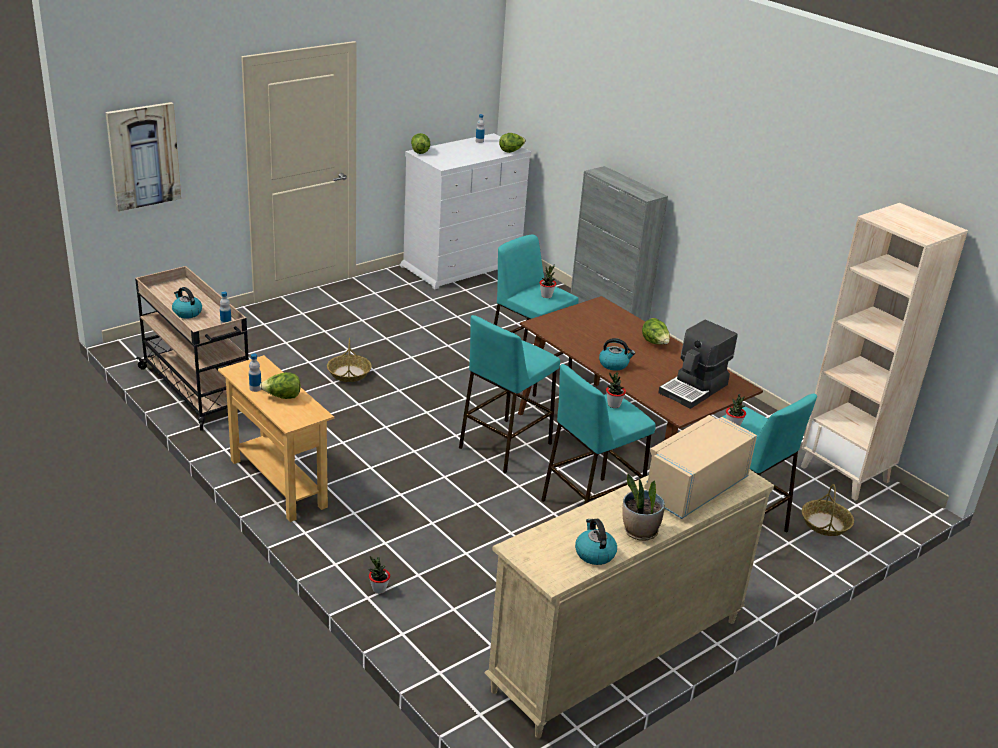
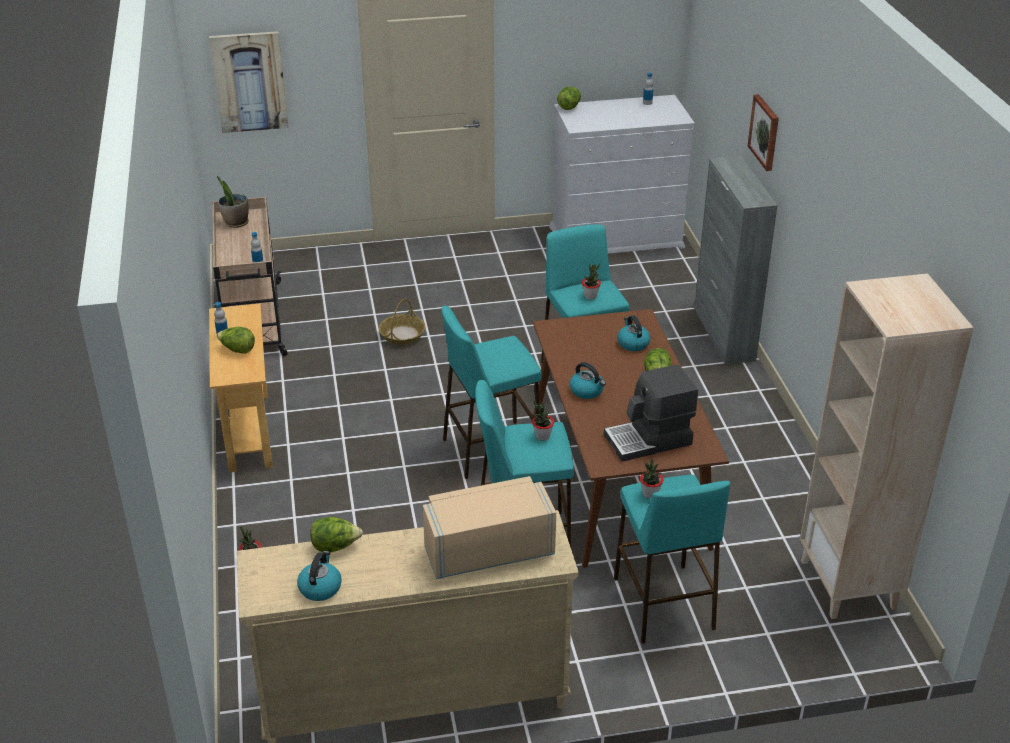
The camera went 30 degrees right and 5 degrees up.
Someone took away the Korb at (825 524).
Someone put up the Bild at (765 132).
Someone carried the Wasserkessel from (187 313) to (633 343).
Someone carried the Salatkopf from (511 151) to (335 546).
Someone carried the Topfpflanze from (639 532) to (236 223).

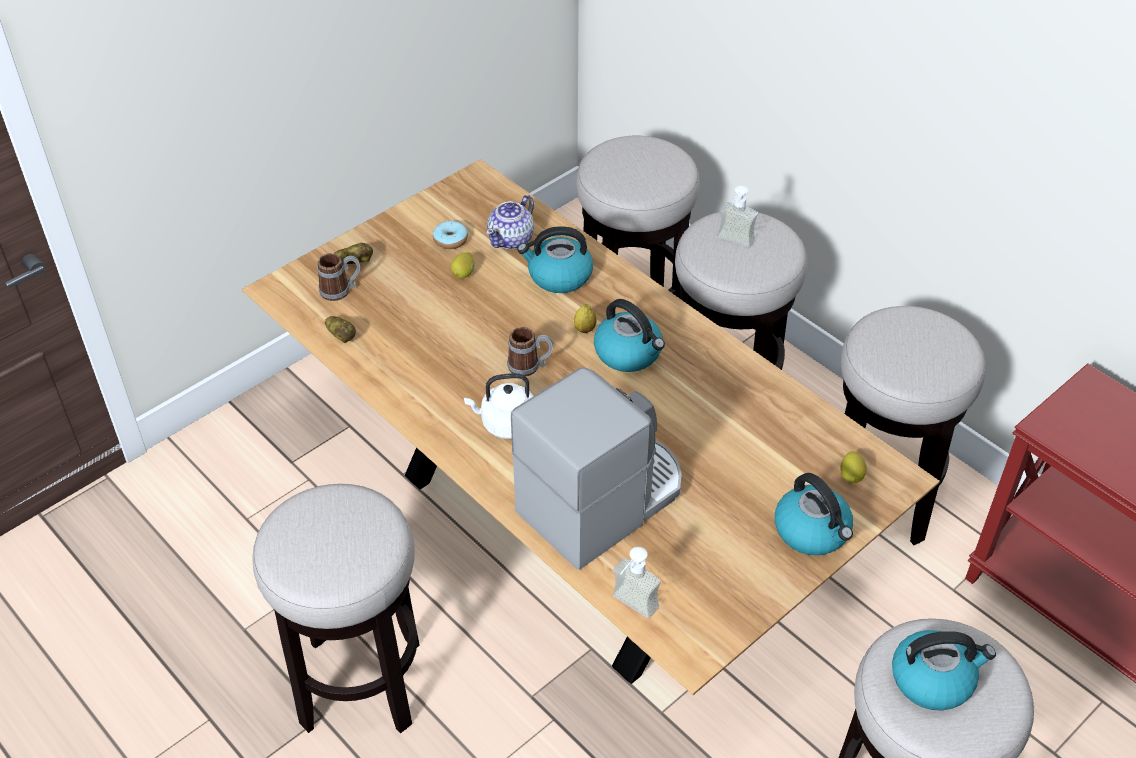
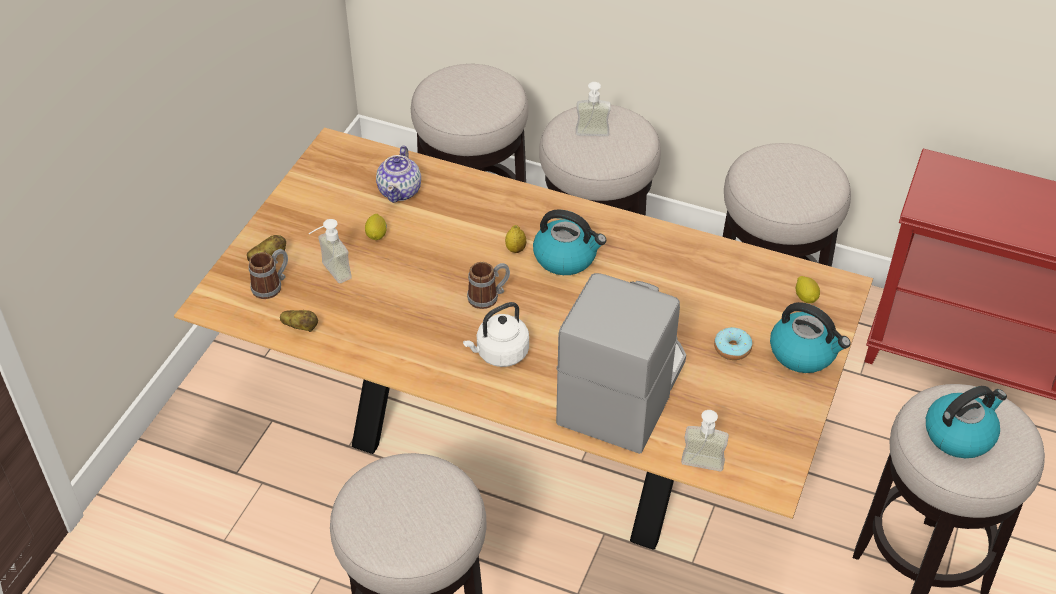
The camera went 25 degrees left and 0 degrees up.
Someone took away the Wasserkessel at (558 276).
Someone put down the Seifenspender at (330 274).
Someone carried the Donut from (450 240) to (732 348).

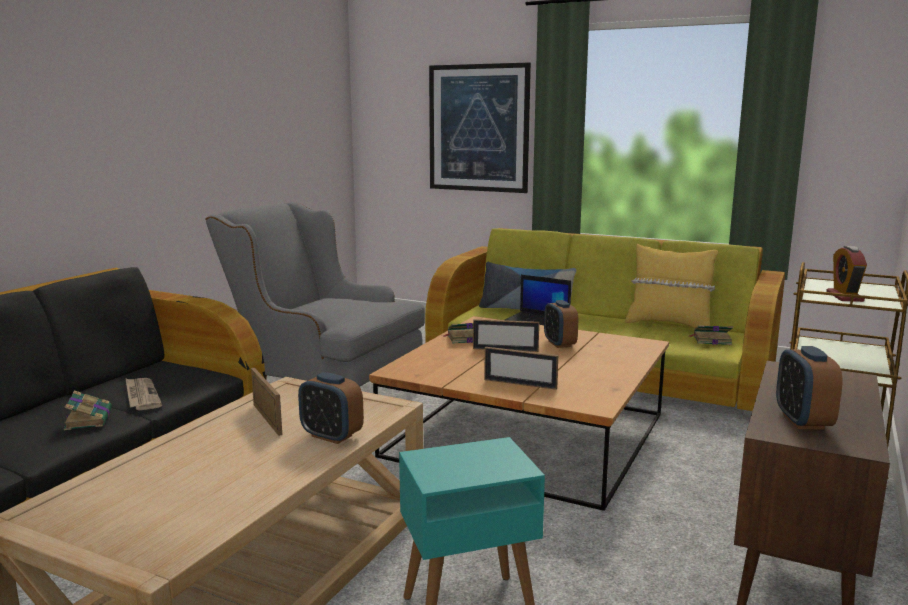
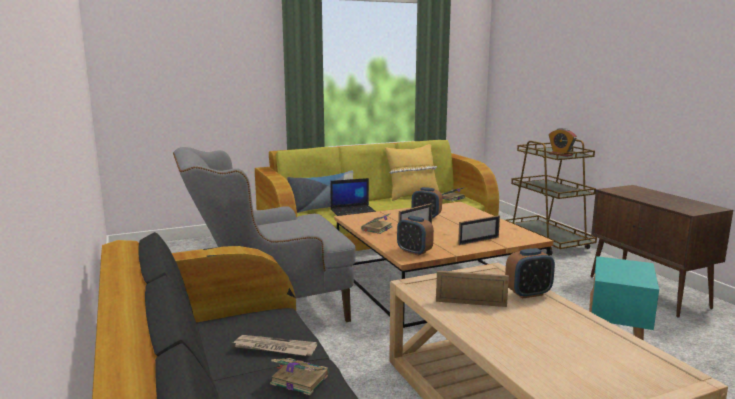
The camera went 50 degrees left and 0 degrees up.
Someone took away the Bild at (478 128).
Someone carried the Wecker from (802 421) to (414 251).

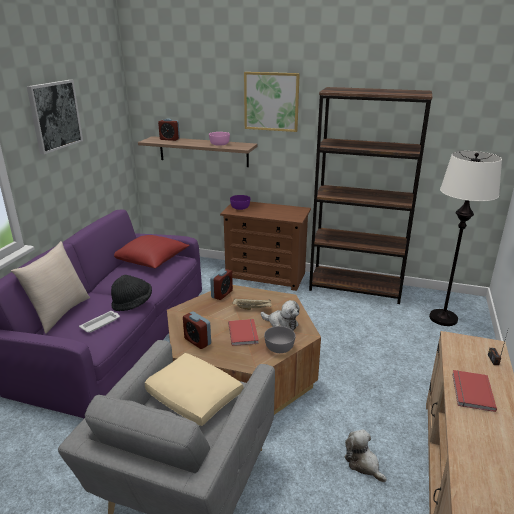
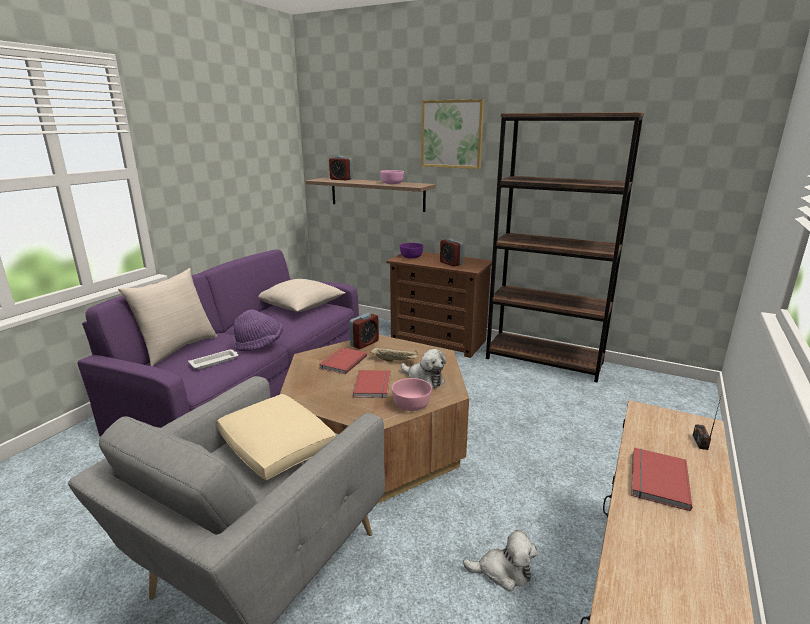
The camera went 10 degrees right and 5 degrees down.
Someone took away the Bild at (55 115).
Someone took away the Stehlampe [weiß] at (443 318).
Someone put down the Buch [rot] at (342 362).
Someone carried the Wecker from (197 341) to (450 263).
Someone repainted the Hut [schwarz] at (132 303), which became the Hut [lila] at (260 345).
Someone repainted the Kissen [rot] at (151 260), which became the Kissen [beige] at (301 306).
Someone repainted the Schüssel [grau] at (280 347), which became the Schüssel [rosa] at (412 404).
Someone rotated the Plüschtier at (363 464) by 120 degrees clockwise.

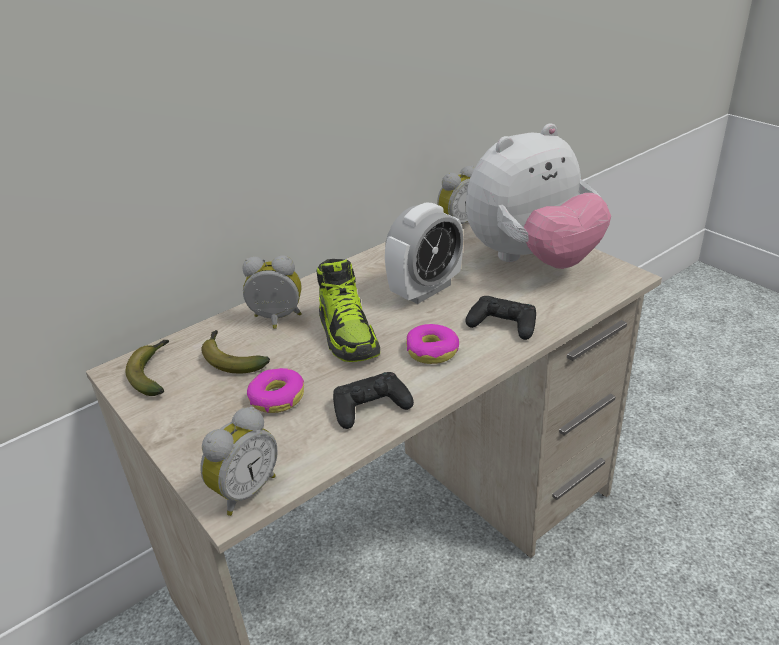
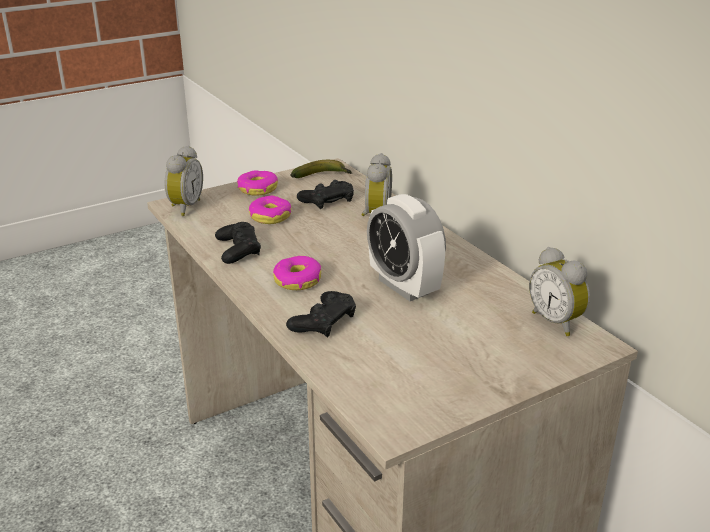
The camera went 95 degrees right and 5 degrees down.
Someone took away the Schuh at (348 335).
Someone took away the Plüschtier at (532 260).
Someone put down the Donut at (257 189).
Someone swapped the Banane at (231 359) for the Gamepad [schwarz] at (327 200).
Someone rotated the Wecker at (244 490) by 120 degrees counterclockwise.

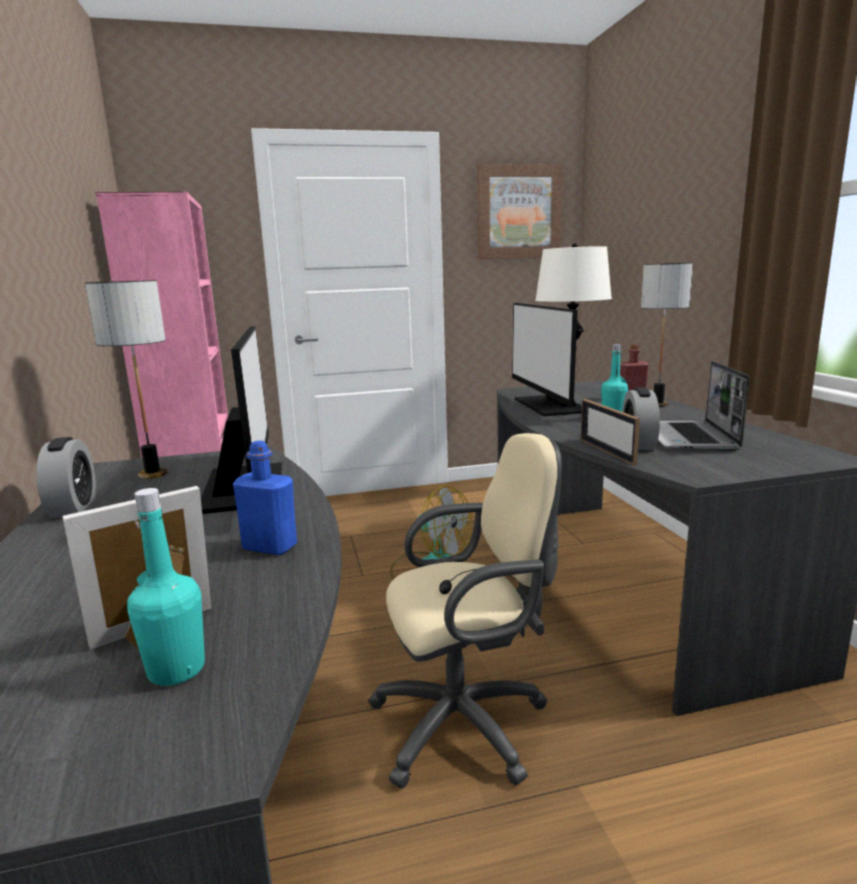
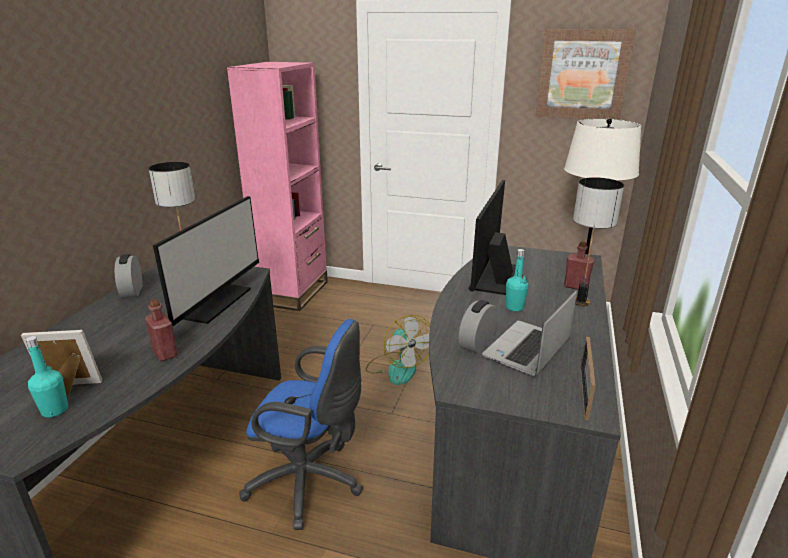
The camera went 30 degrees right and 10 degrees up.
Someone carried the Bilderrahmen from (606 451) to (584 392).
Someone repainted the Flasche [blau] at (270 547), which became the Flasche [rot] at (165 353).
Someone repainted the Bürostuhl [beige] at (469 722), which became the Bürostuhl [blau] at (310 483).
Someone rotated the Wecker at (73 507) by 150 degrees clockwise.

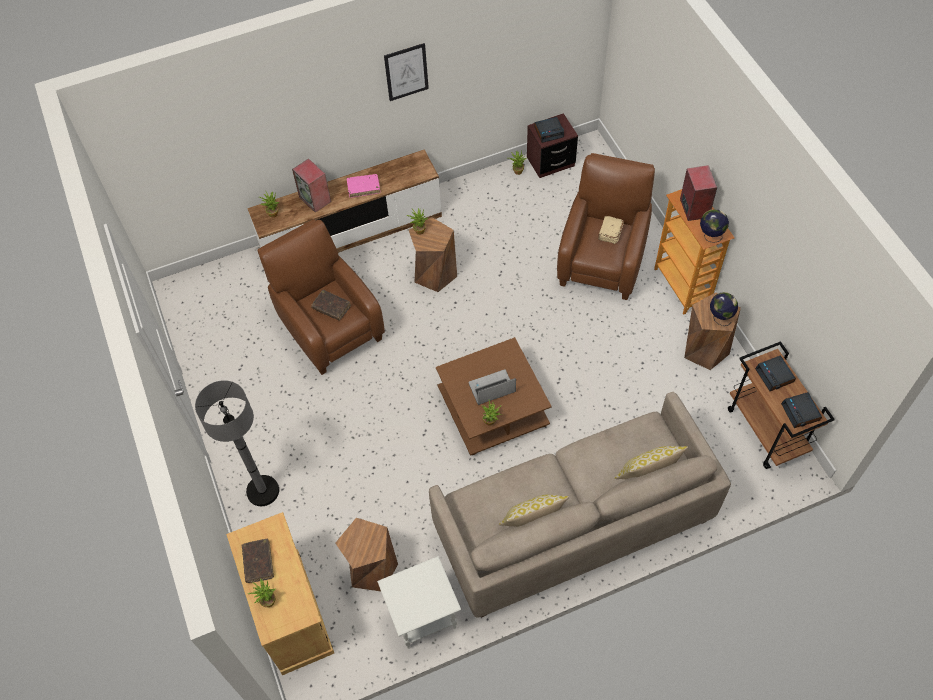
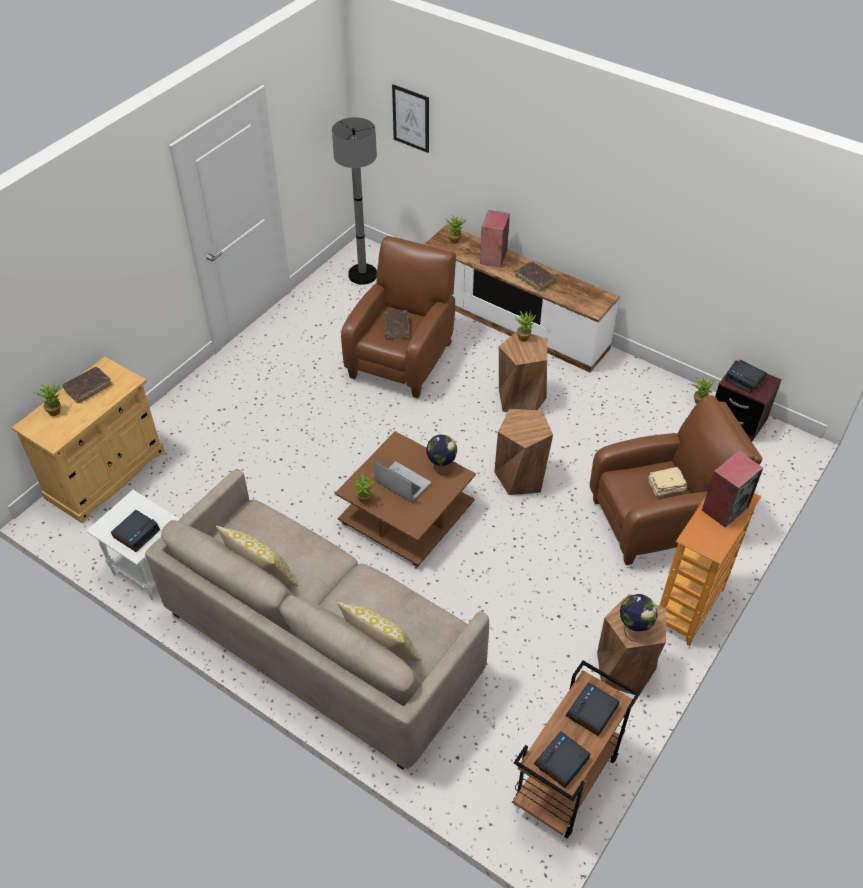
The camera went 55 degrees right and 10 degrees down.
Someone put down the Wecker at (136 533).
Someone carried the Stehlampe [grau] from (263 491) to (362 275).
Someone carried the Hocker [braun] from (371 568) to (521 476).
Someone carried the Bild from (406 72) to (411 118).
Someone carried the Globus from (710 236) to (441 465).
Someone repainted the Buch [rosa] at (363 188), which became the Buch [braun] at (535 279).

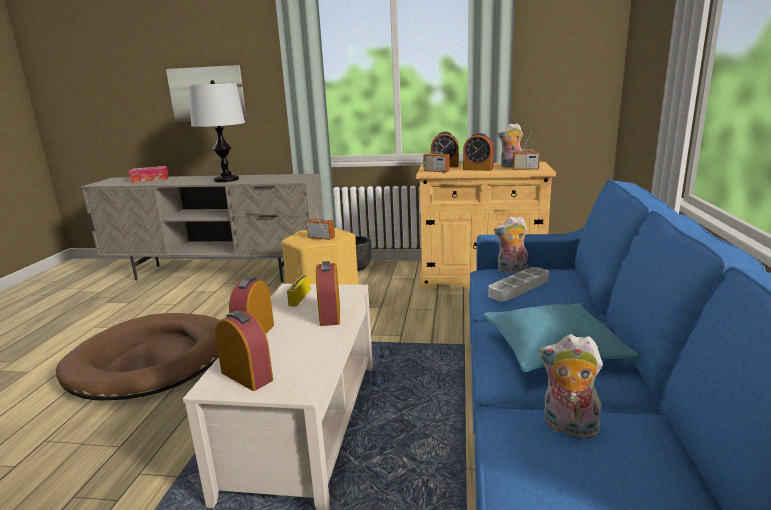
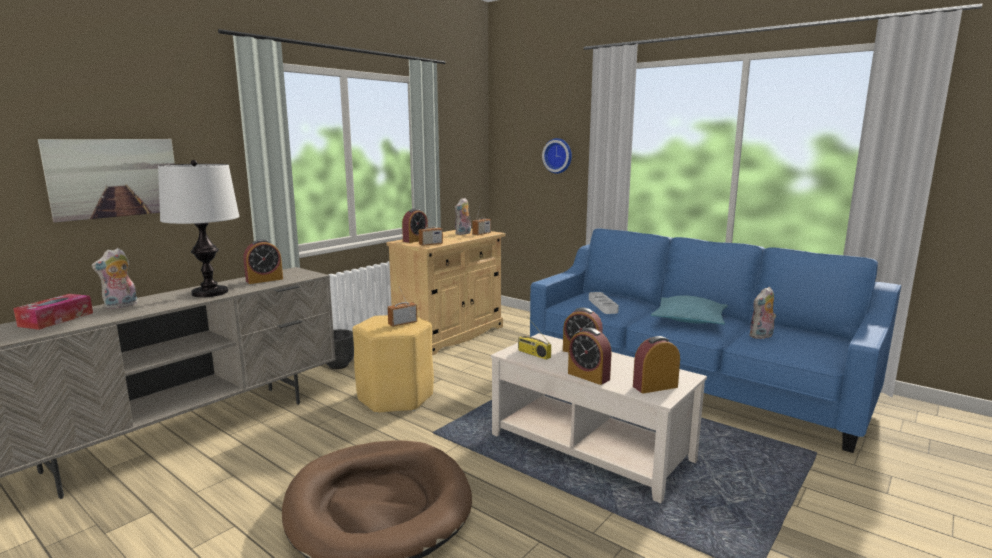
The camera went 60 degrees left and 5 degrees down.
Someone put up the Wanduhr at (558 155).
Someone carried the Wecker from (478 169) to (264 280).
Someone carried the Plüschtier from (511 271) to (121 306).

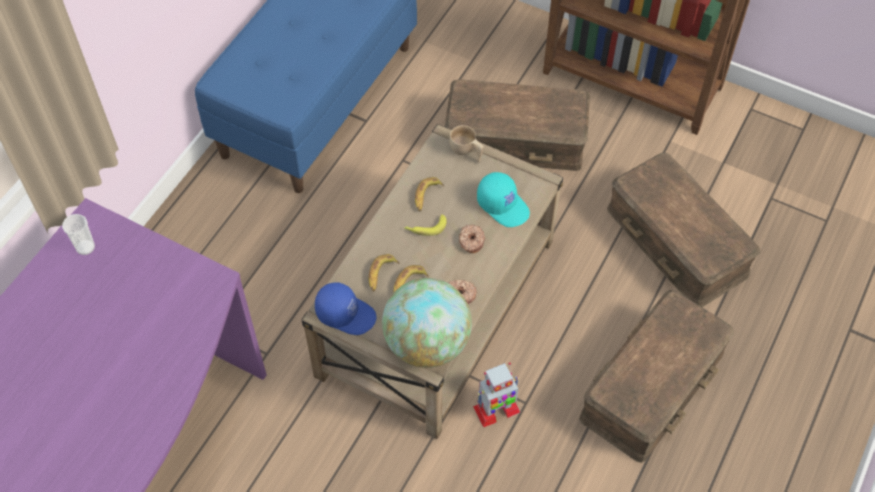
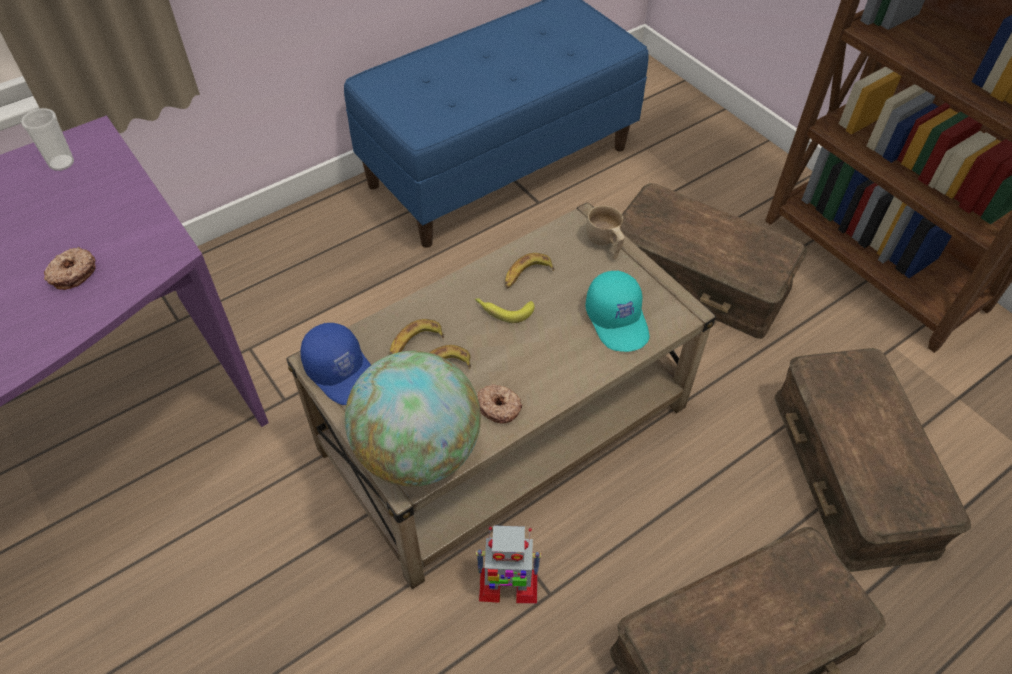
The camera went 25 degrees right and 5 degrees down.
Someone carried the Donut from (471 241) to (73 273).

